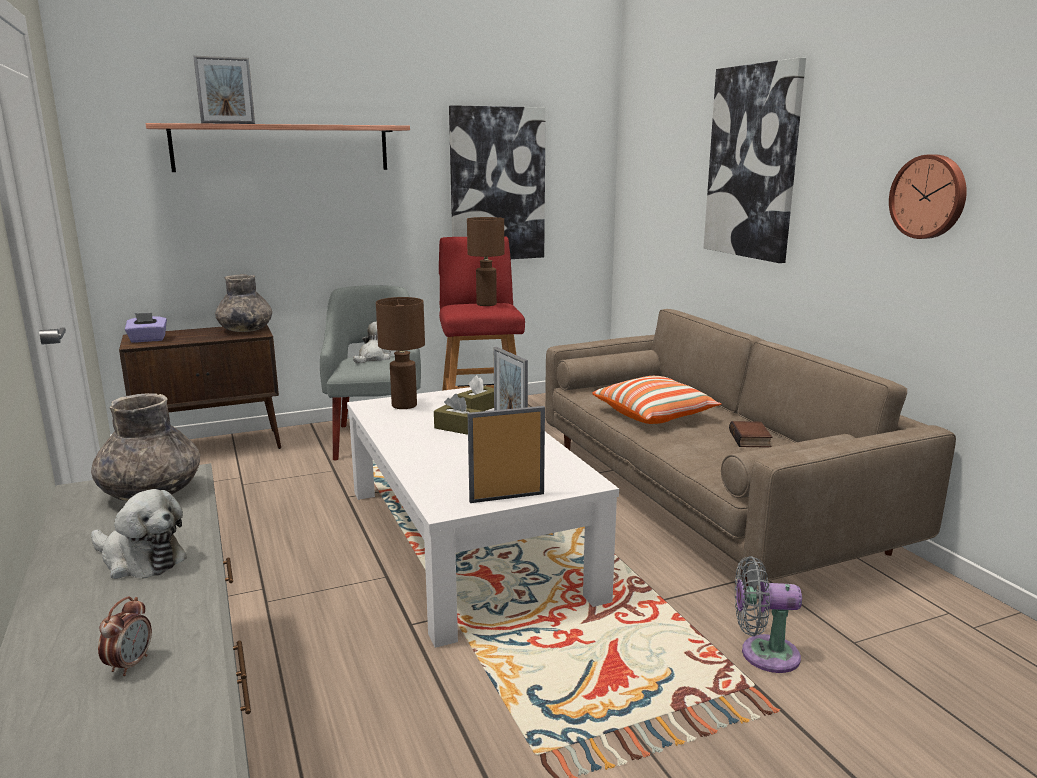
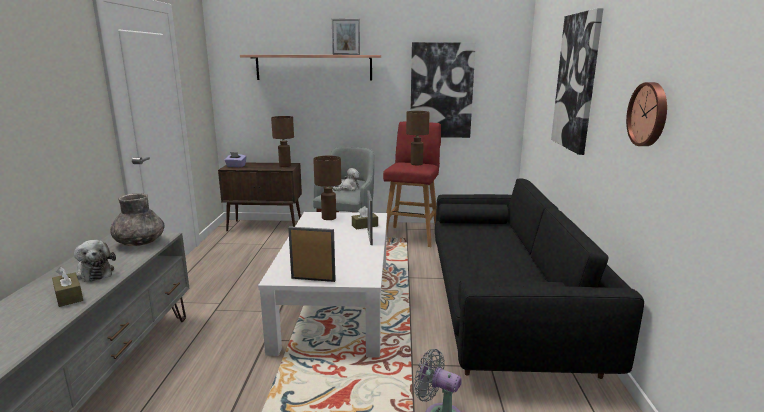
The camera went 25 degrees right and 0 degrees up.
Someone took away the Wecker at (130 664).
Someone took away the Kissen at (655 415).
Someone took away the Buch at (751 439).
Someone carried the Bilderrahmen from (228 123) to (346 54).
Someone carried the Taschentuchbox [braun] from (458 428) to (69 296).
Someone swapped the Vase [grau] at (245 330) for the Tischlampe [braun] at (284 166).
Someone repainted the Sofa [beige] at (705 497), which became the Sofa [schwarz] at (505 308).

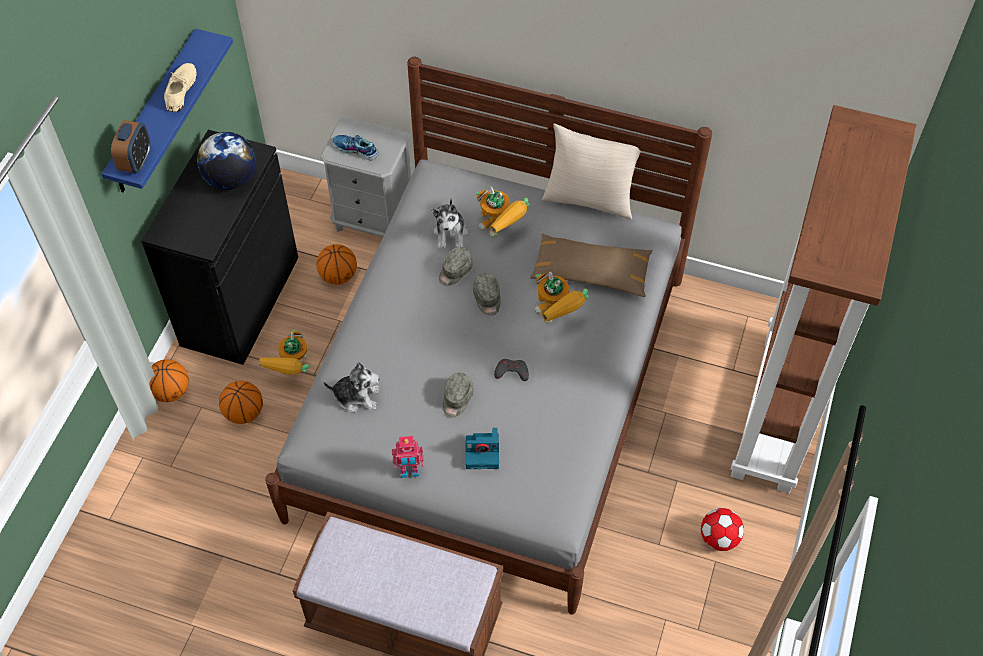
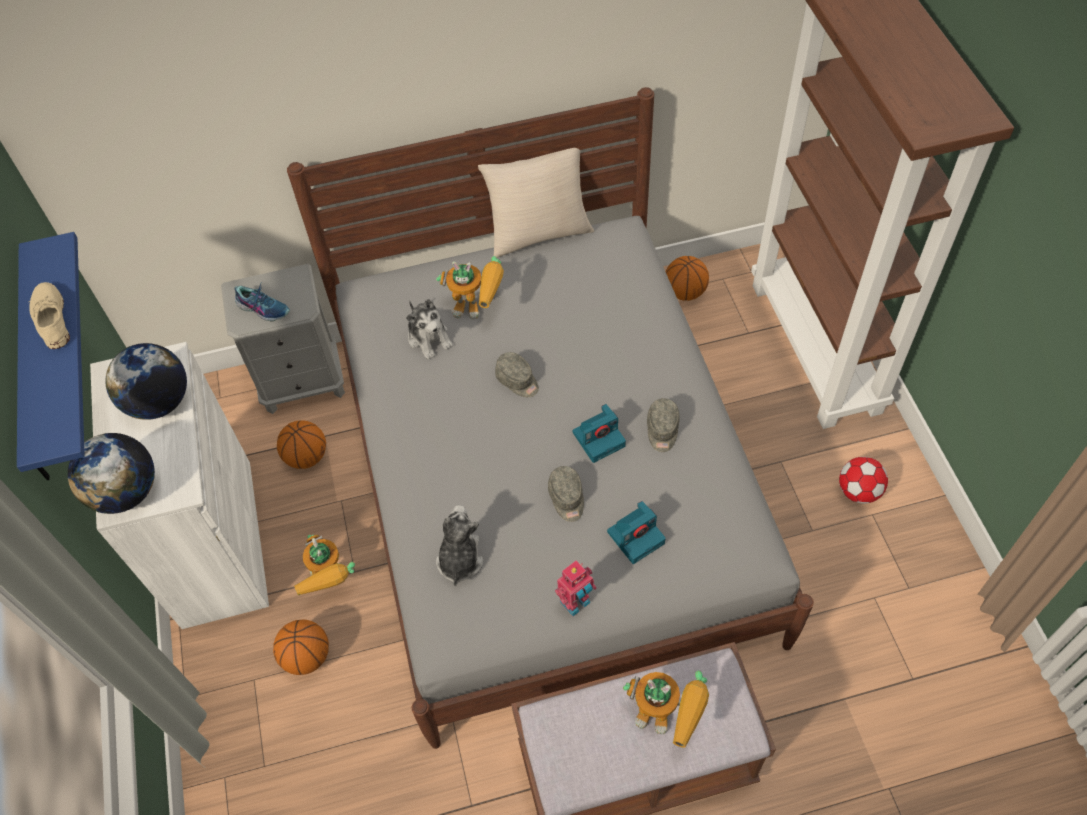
The camera went 30 degrees left and 0 degrees up.
Someone took away the Wecker at (136 161).
Someone took away the Kissen [braun] at (591 272).
Someone put down the Globus at (126 492).
Someone carried the Basketball from (171 391) to (685 292).
Someone carried the Kappe [grau] from (454 271) to (662 430).
Someone carried the Spielzeugroboter from (556 317) to (667 718).
Someone swapped the Gamepad [grau] at (511 372) for the Kamera at (599 438).
Someone repainted the Schrank [schwarz] at (240 301), which became the Schrank [weiß] at (217 542).
Someone rotated the Plüschtier at (356 396) by 60 degrees counterclockwise.
Someone rotated the Schuh at (355 150) by 150 degrees counterclockwise.

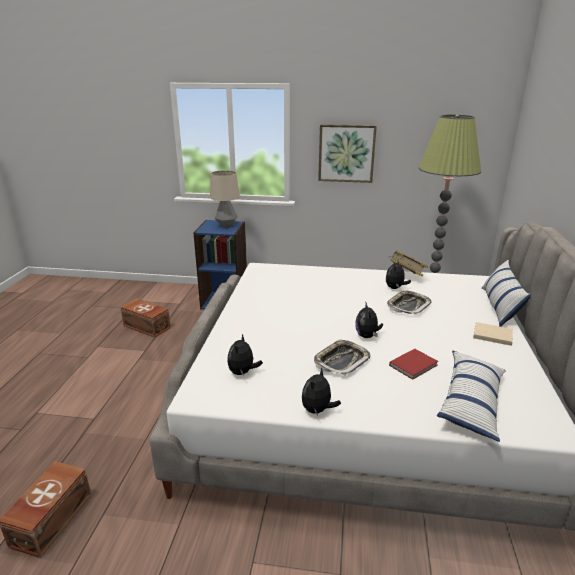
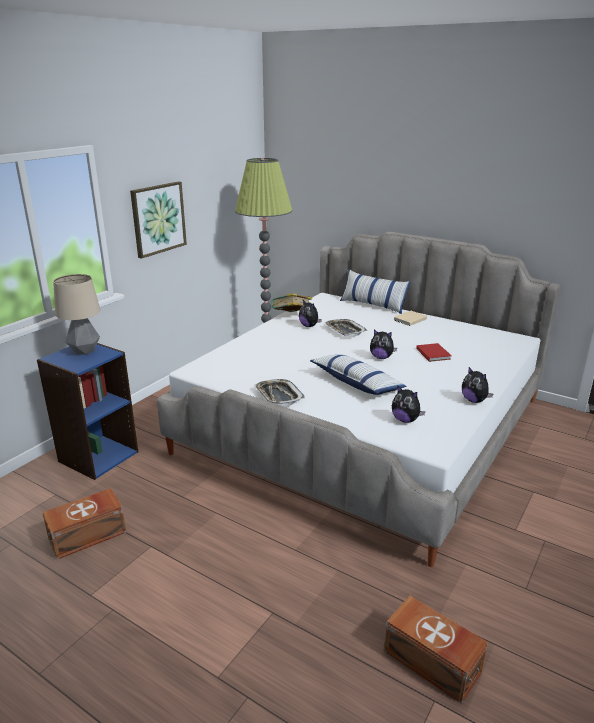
The camera went 65 degrees left and 0 degrees up.
Someone carried the Tablett from (341 361) to (279 396).
Someone carried the Kissen from (471 402) to (356 383).

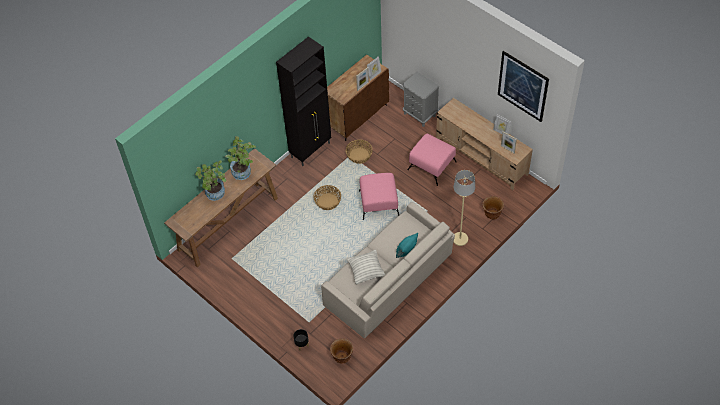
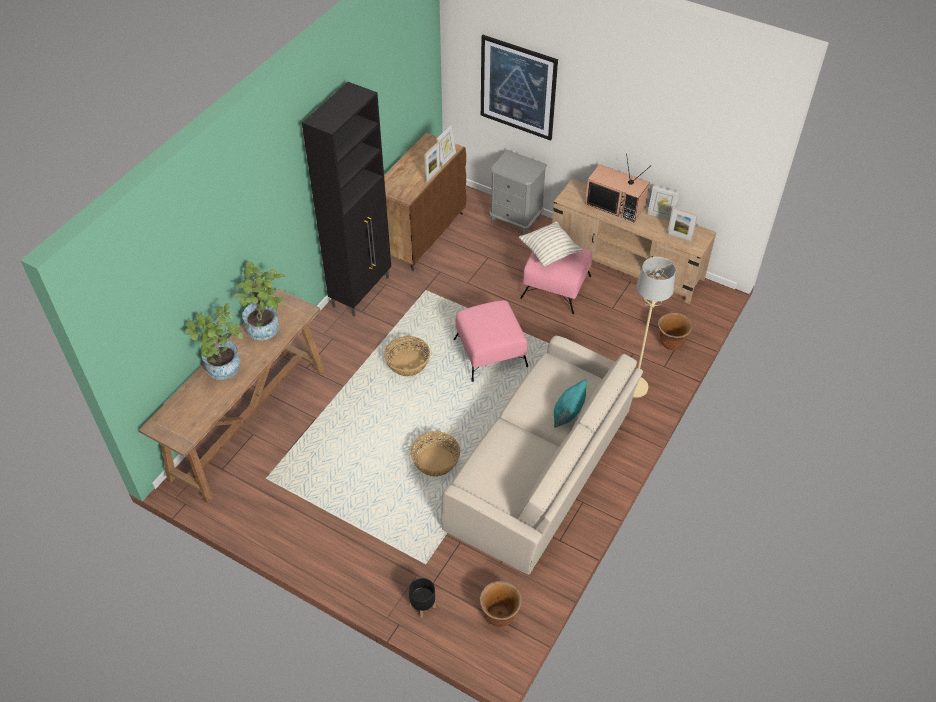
The camera went 15 degrees left and 5 degrees down.
Someone put down the Fernseher at (616 205).
Someone carried the Korb from (359 155) to (436 461).
Someone carried the Kissen from (366 271) to (549 253).
Someone carried the Bild from (523 86) to (518 87).

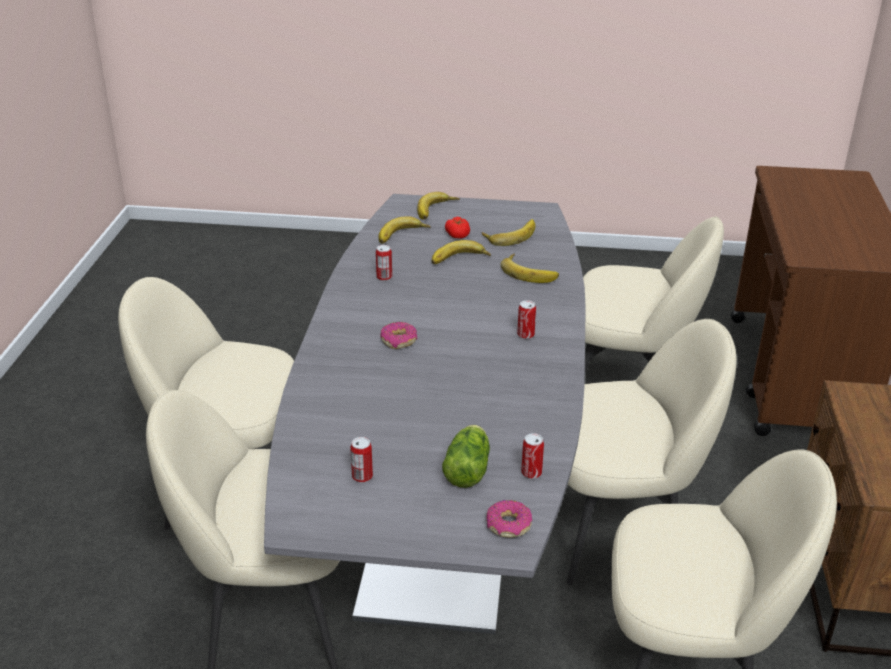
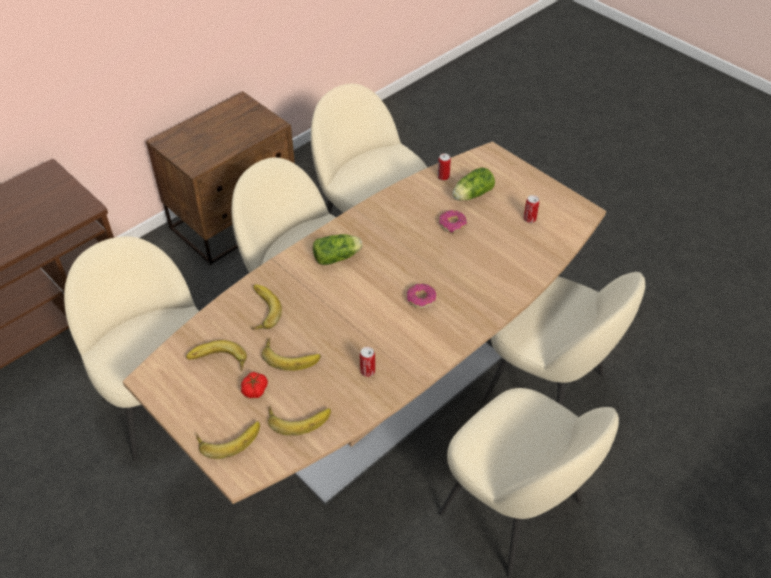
The camera went 140 degrees left and 15 degrees up.
Someone carried the Donut from (508 525) to (452 225).
Someone swapped the Dose at (525 335) for the Salatkopf at (338 257).
Someone repainted the Esstisch [grau] at (444 508), which became the Esstisch [braun] at (386 396).

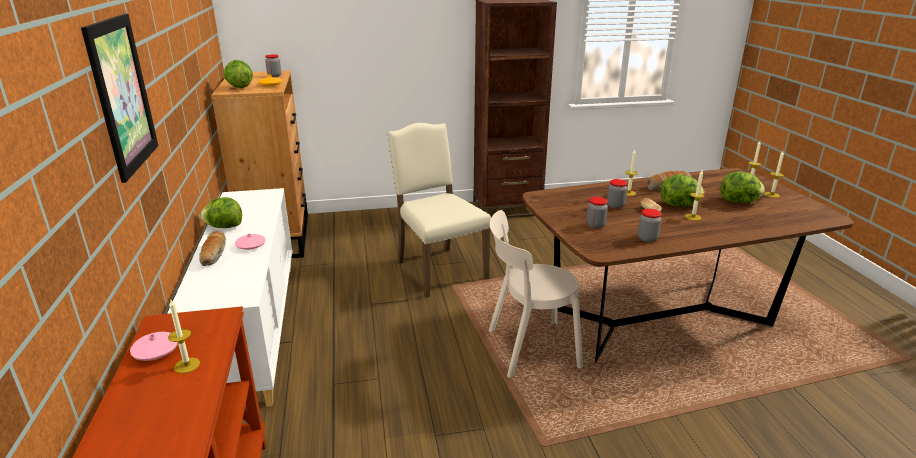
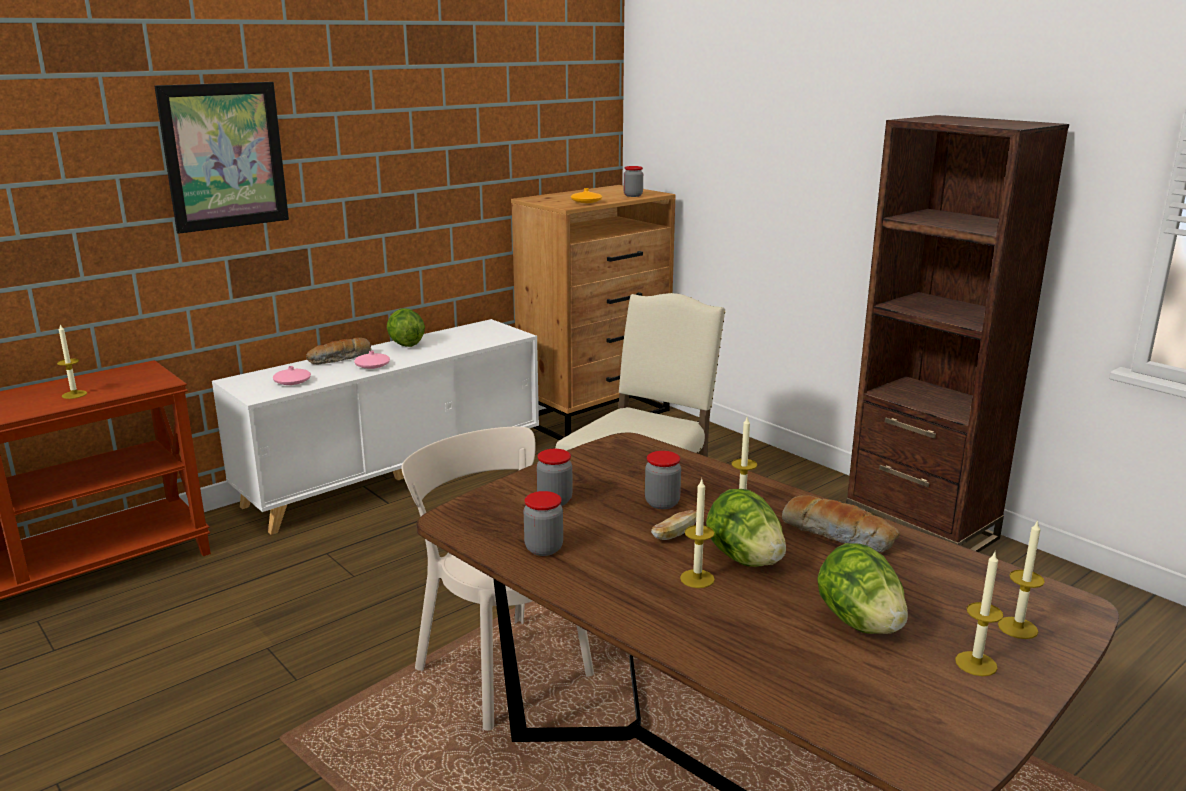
The camera went 60 degrees right and 5 degrees down.
Someone took away the Salatkopf at (239 87).
Someone carried the Vase [rosa] from (156 351) to (292 382).

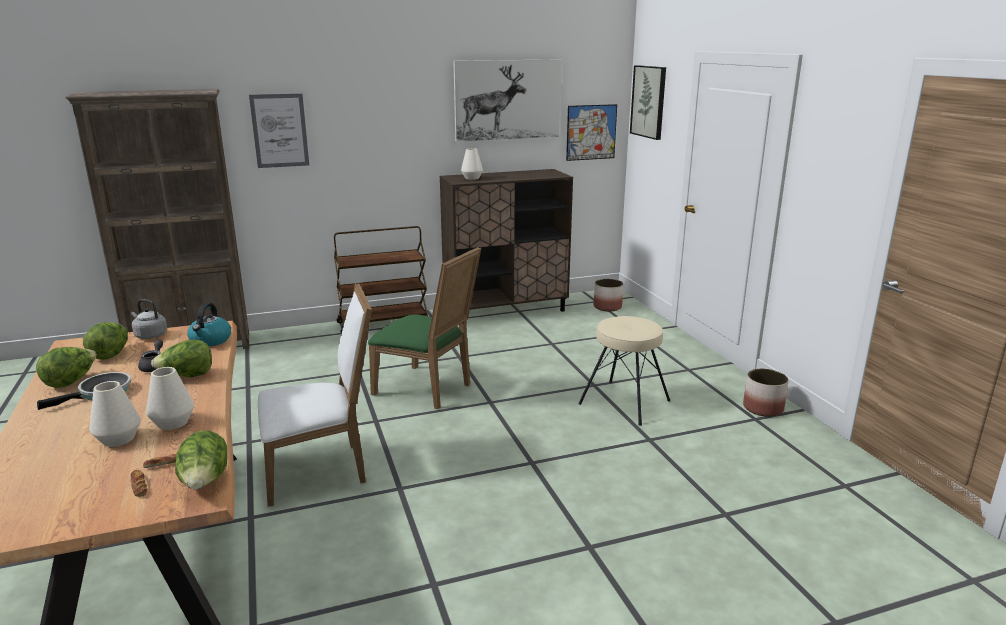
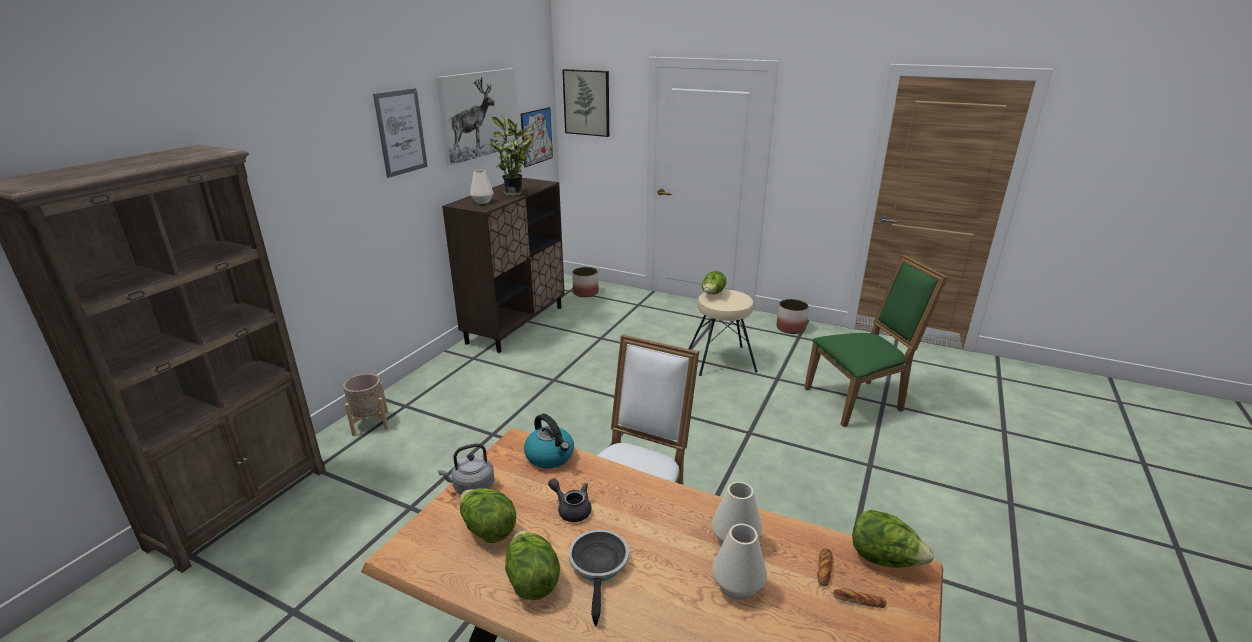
The camera went 45 degrees left and 5 degrees up.
Someone took away the Rollwagen [braun] at (383 323).
Someone put down the Pflanzkübel [beige] at (370 423).
Someone put down the Topfpflanze at (515 194).
Someone carried the Salatkopf from (187 376) to (712 294).
Someone carried the Bild from (279 130) to (401 132).
Someone carried the Stuhl [grün] from (428 389) to (859 400).

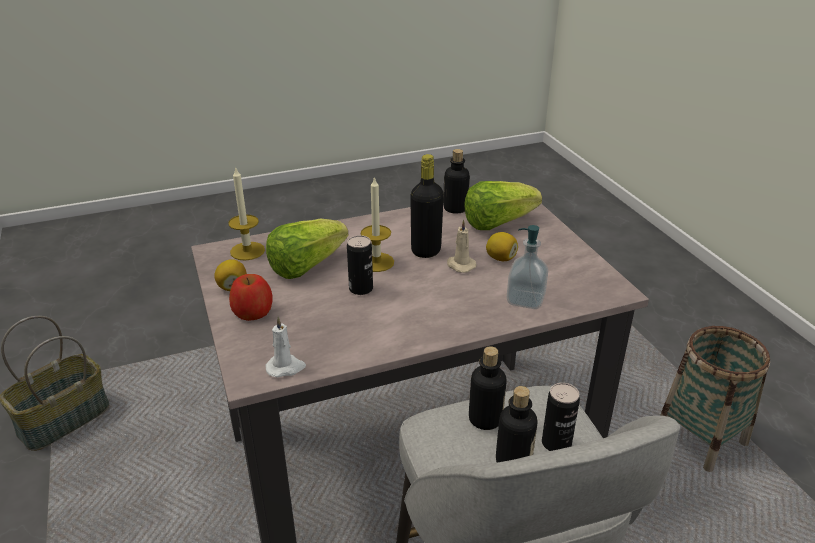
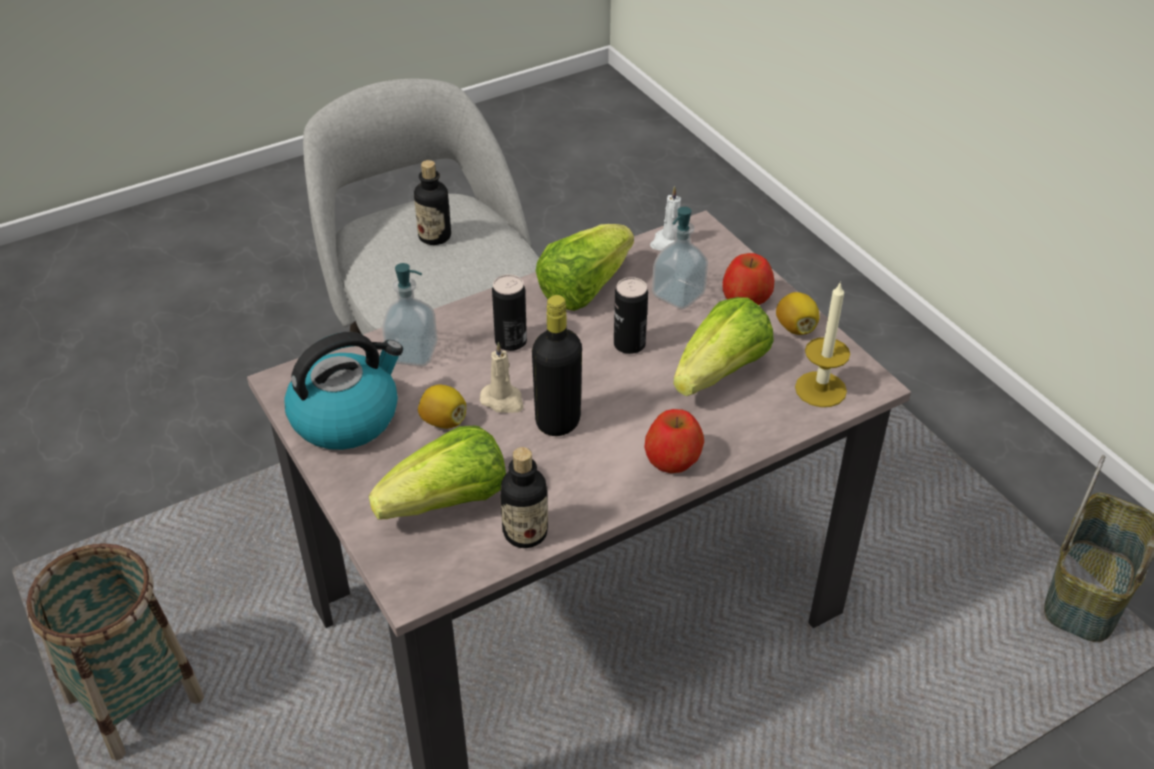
The camera went 170 degrees right and 10 degrees up.
Someone took away the Kerze at (376 262).
Someone took away the Flasche at (485 419).
Someone put down the Wasserkessel at (346 417).
Someone put down the Salatkopf at (584 288).
Someone put down the Apfel at (673 458).
Someone put down the Seifenspender at (678 295).
Someone carried the Dose from (556 443) to (510 341).

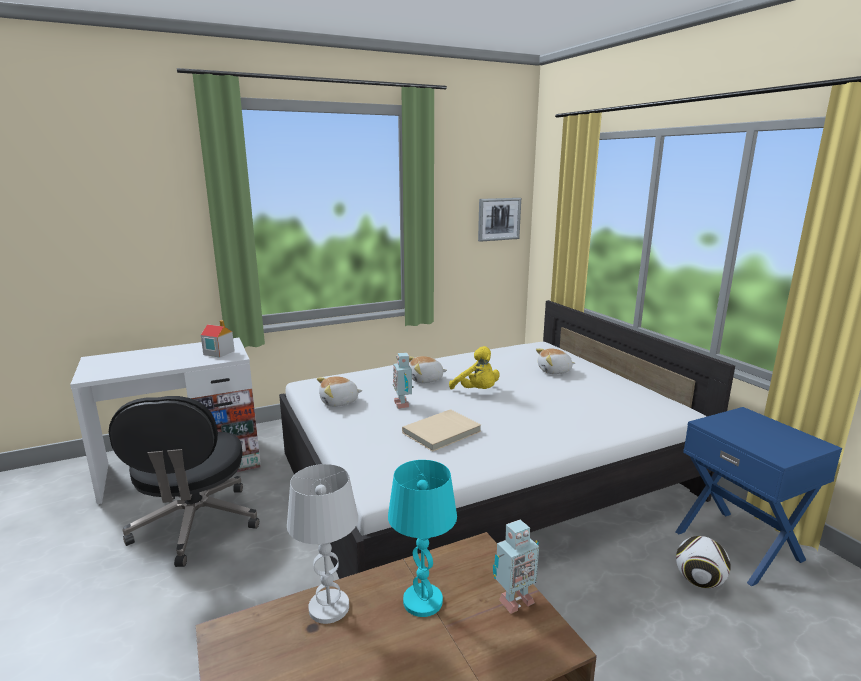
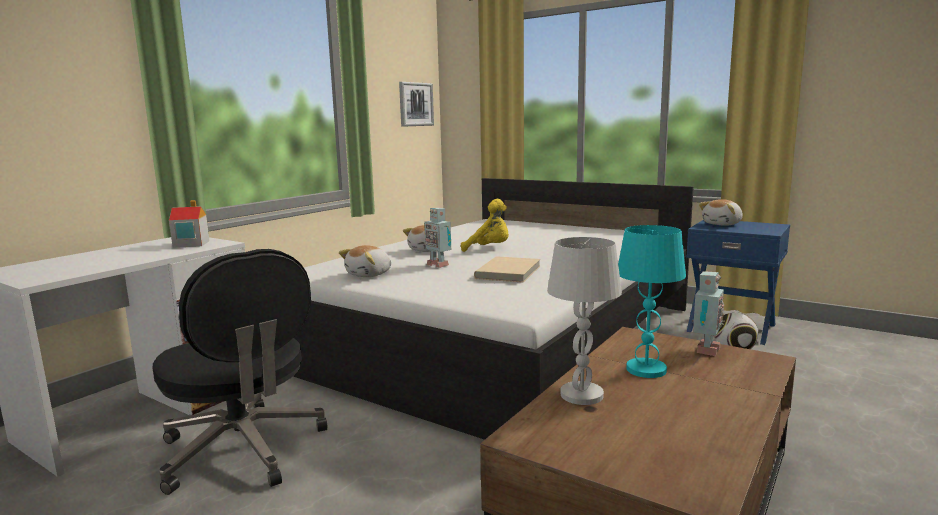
The camera went 30 degrees left and 5 degrees down.
Someone carried the Plüschtier from (554 371) to (723 224).

